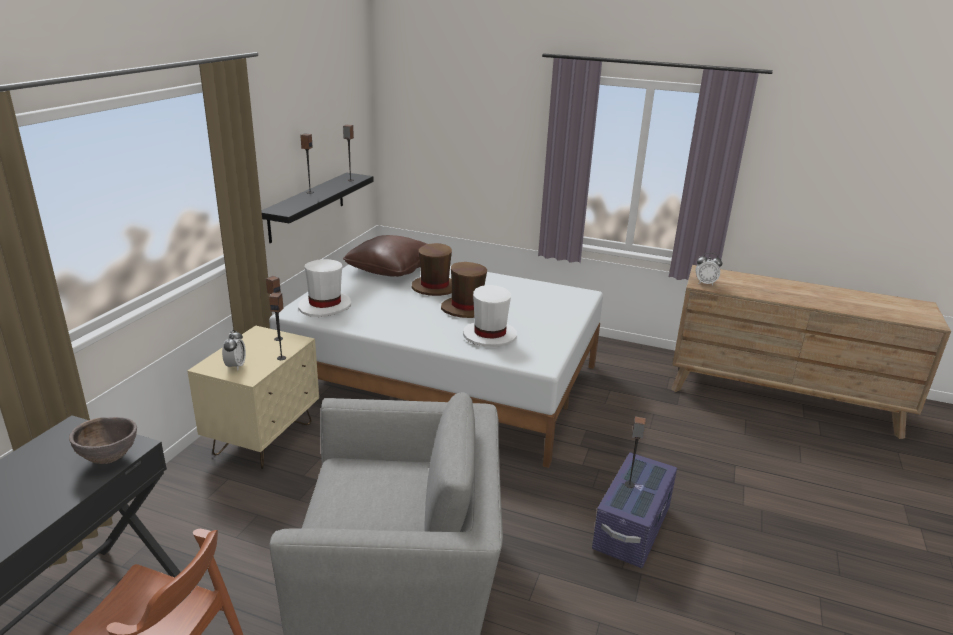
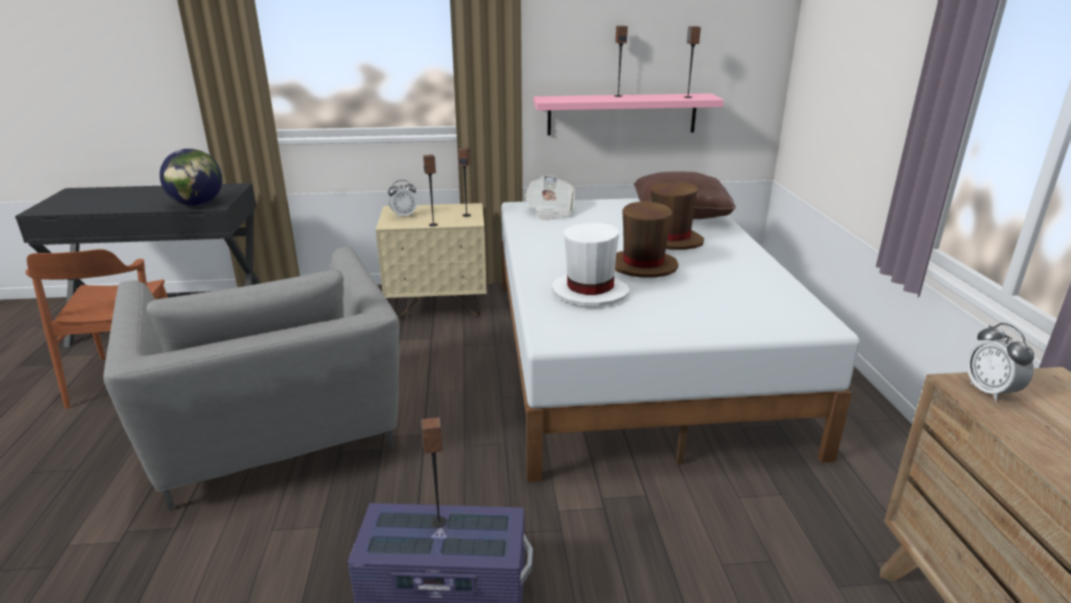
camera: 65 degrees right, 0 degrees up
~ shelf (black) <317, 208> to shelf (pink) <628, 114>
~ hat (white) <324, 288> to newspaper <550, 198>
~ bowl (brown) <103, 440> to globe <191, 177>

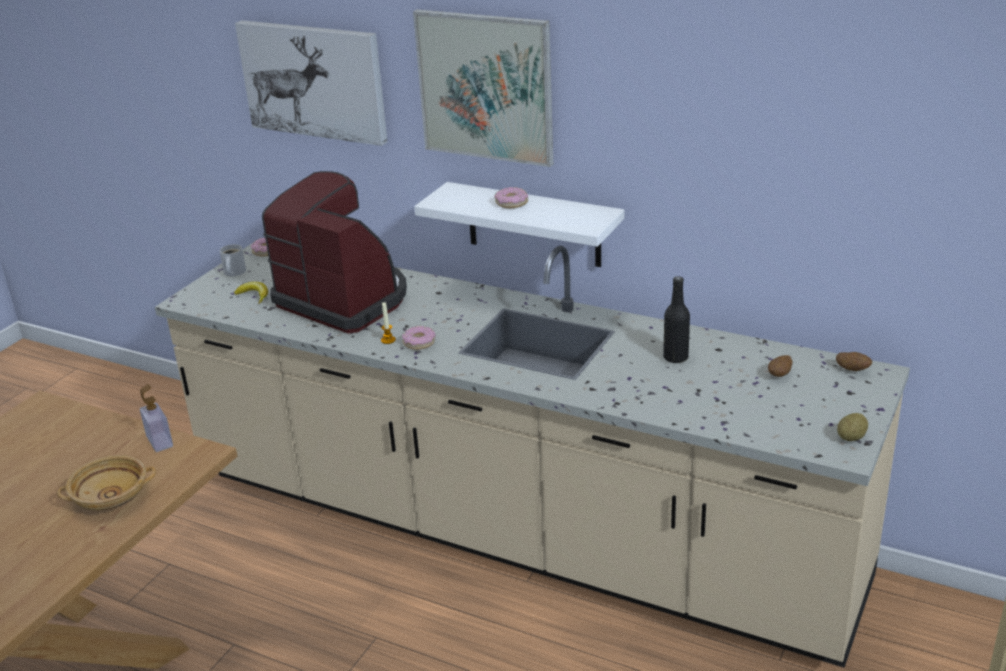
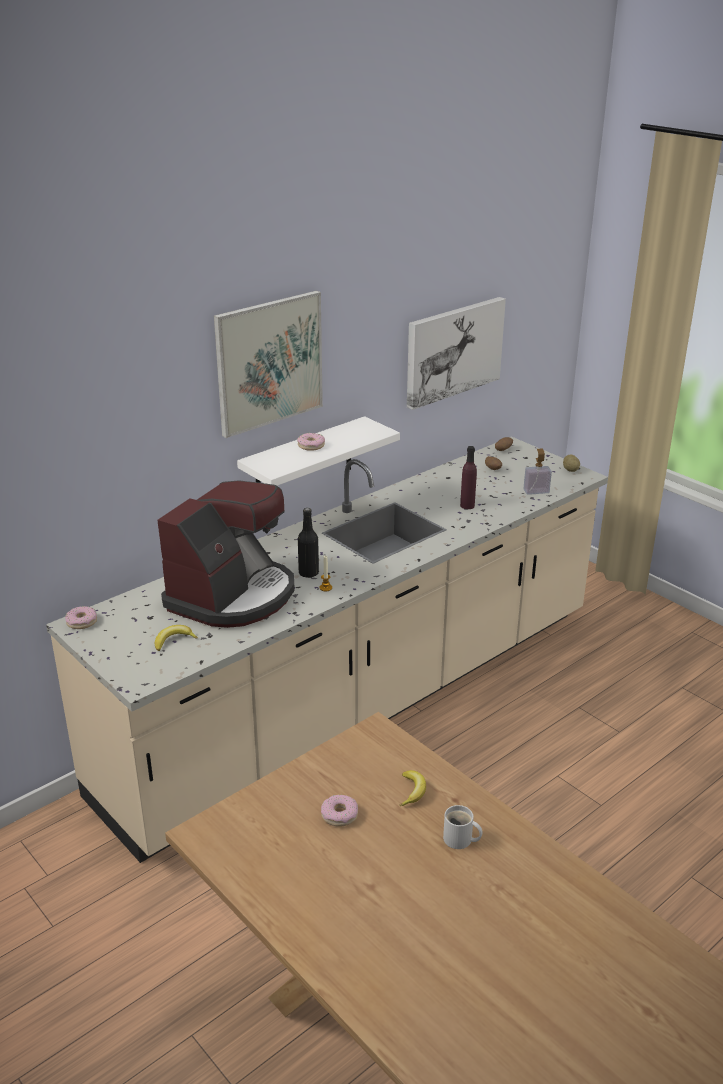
camera: 70 degrees left, 0 degrees up
~ picture <311, 83> to <456, 353>
~ coffee machine <334, 252> = <226, 554> 150 degrees clockwise
~ mug (white) <233, 260> to <462, 827>
~ bottle (black) <676, 319> to <308, 543>
~ donut <419, 338> to <339, 811>
~ soap dispenser <156, 418> to <538, 471>
~ bowl (beige) <106, 483> to banana <412, 788>
+ bottle (purple) <468, 477>

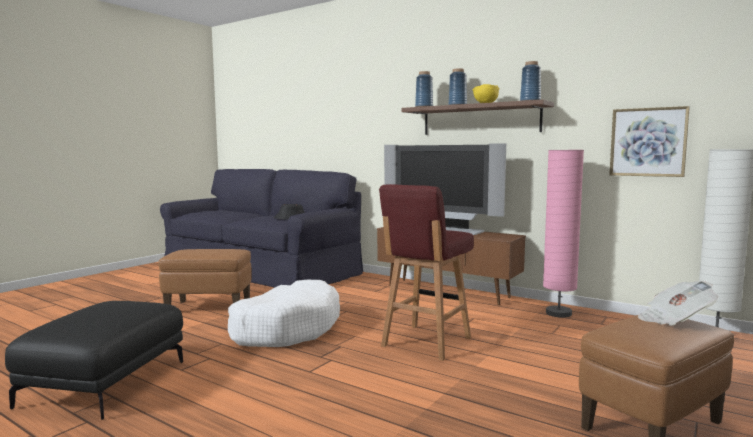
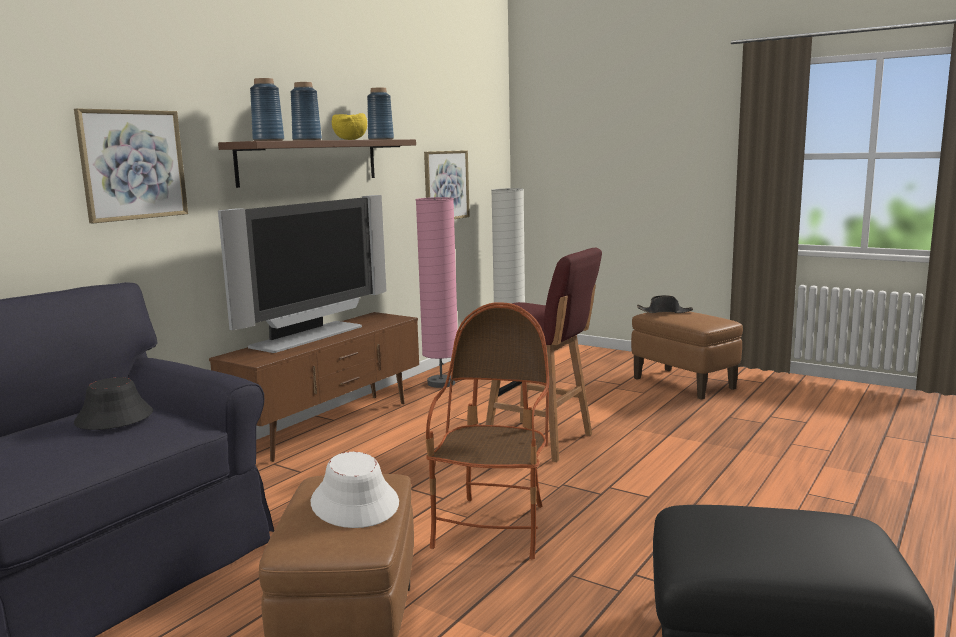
camera: 90 degrees left, 5 degrees up
~ dog bed (white) <284, 313> to armchair <487, 431>
~ newspaper <678, 303> to hat (black) <665, 304>
+ picture <131, 165>
+ hat (white) <355, 490>

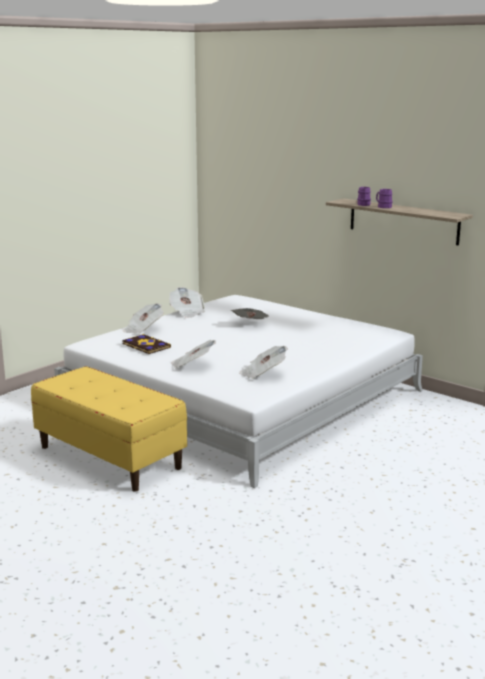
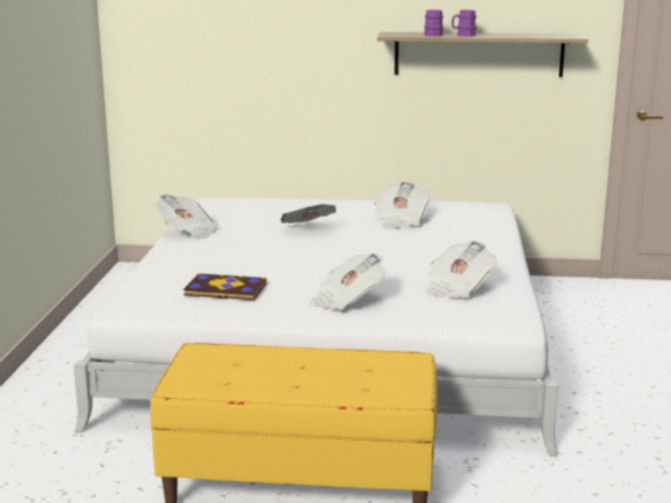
camera: 35 degrees left, 0 degrees up
~ newspaper <143, 318> to <402, 205>

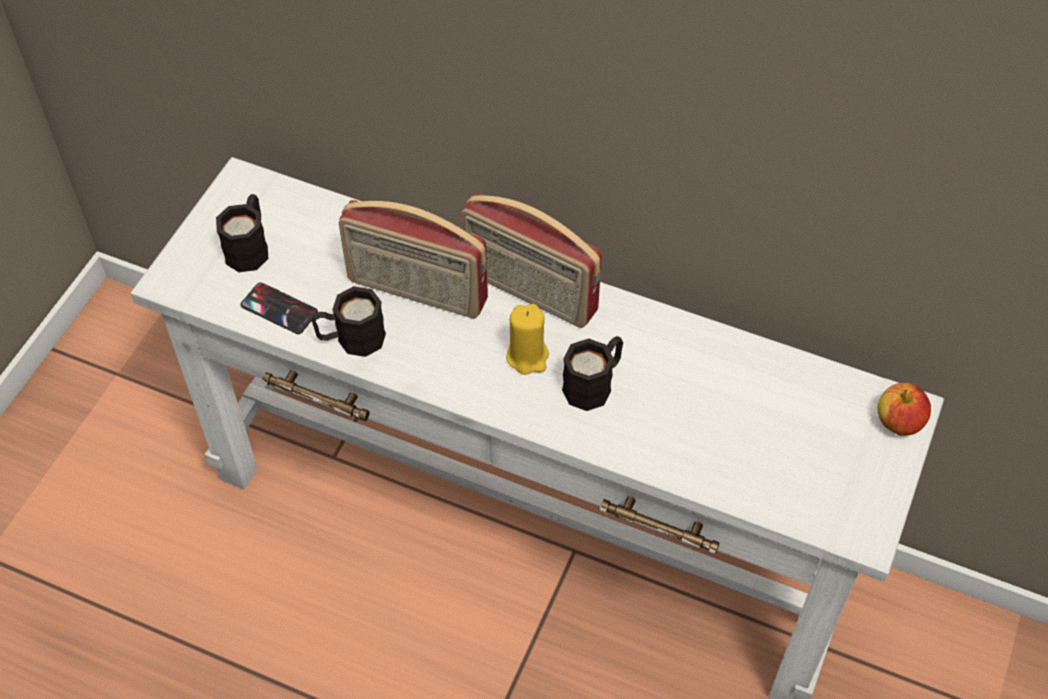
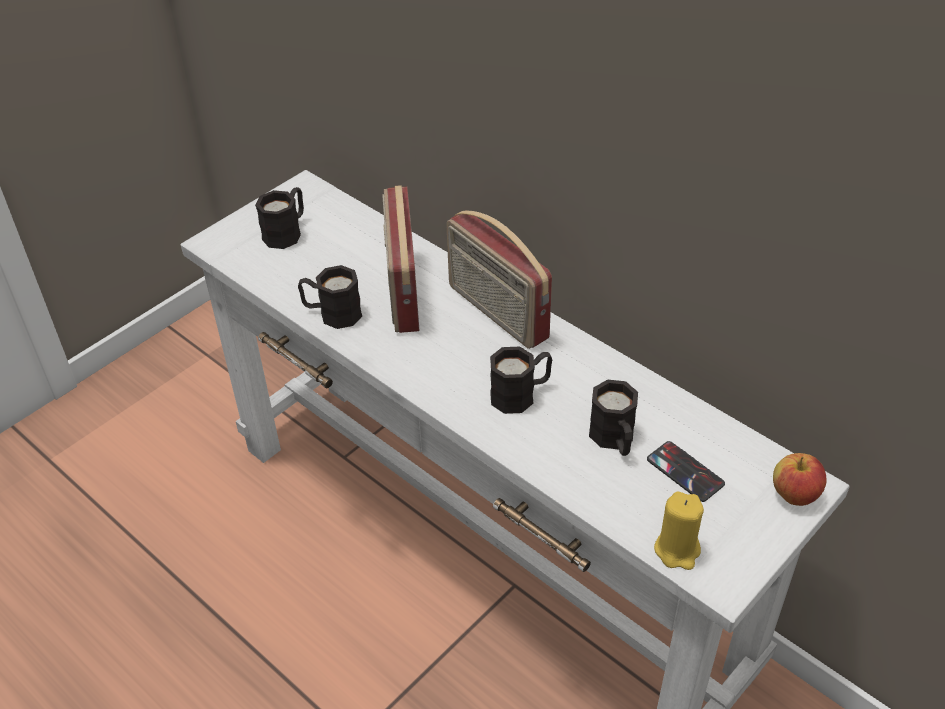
camera: 20 degrees right, 10 degrees down
~ radio <413, 259> = <400, 259> 45 degrees clockwise
~ phone <279, 308> to <686, 471>
~ candle (yellow) <527, 339> to <679, 531>
+ mug (black) <613, 418>

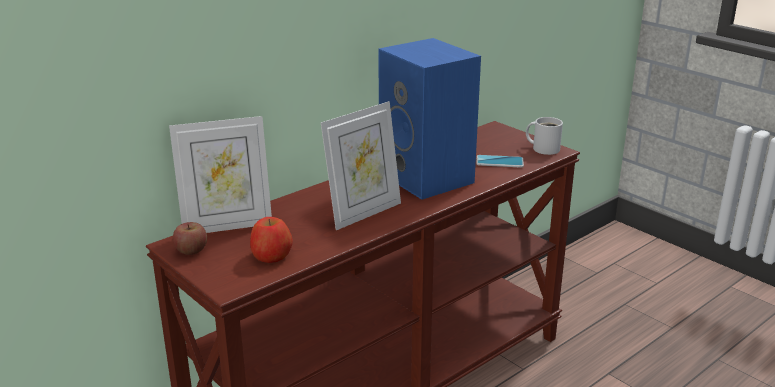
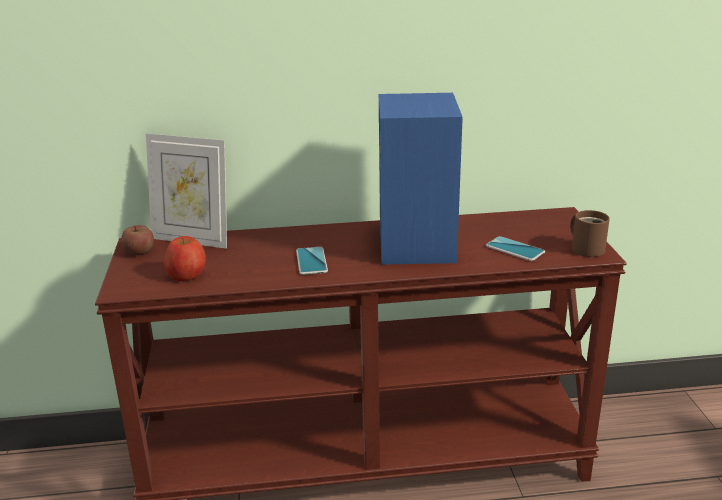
camera: 35 degrees right, 0 degrees up
~ picture frame <361, 165> to phone <312, 261>
~ mug (white) <544, 136> to mug (brown) <590, 233>

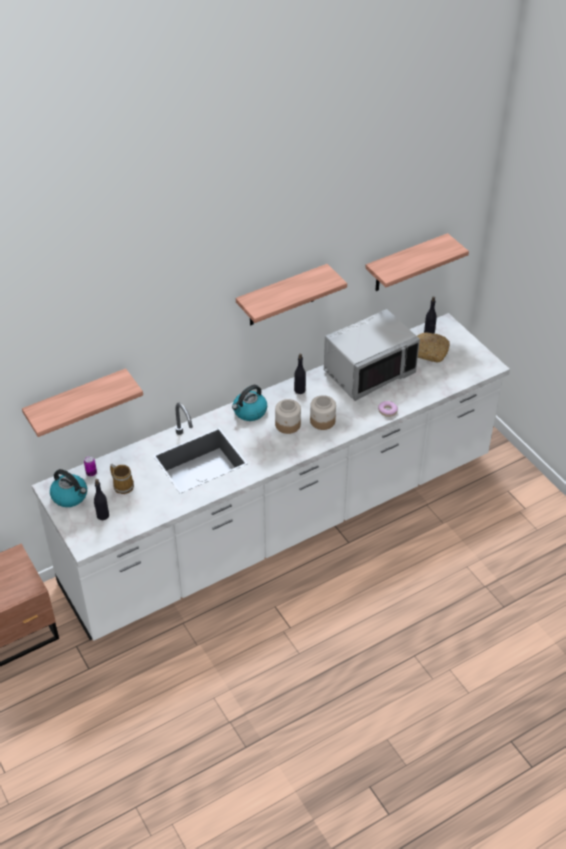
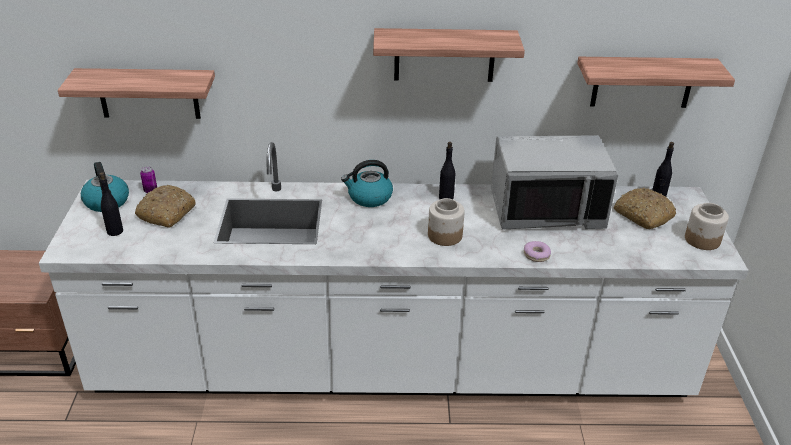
camera: 30 degrees right, 10 degrees down
~ jar <288, 416> to <707, 226>
~ mug <122, 479> to bread <165, 206>

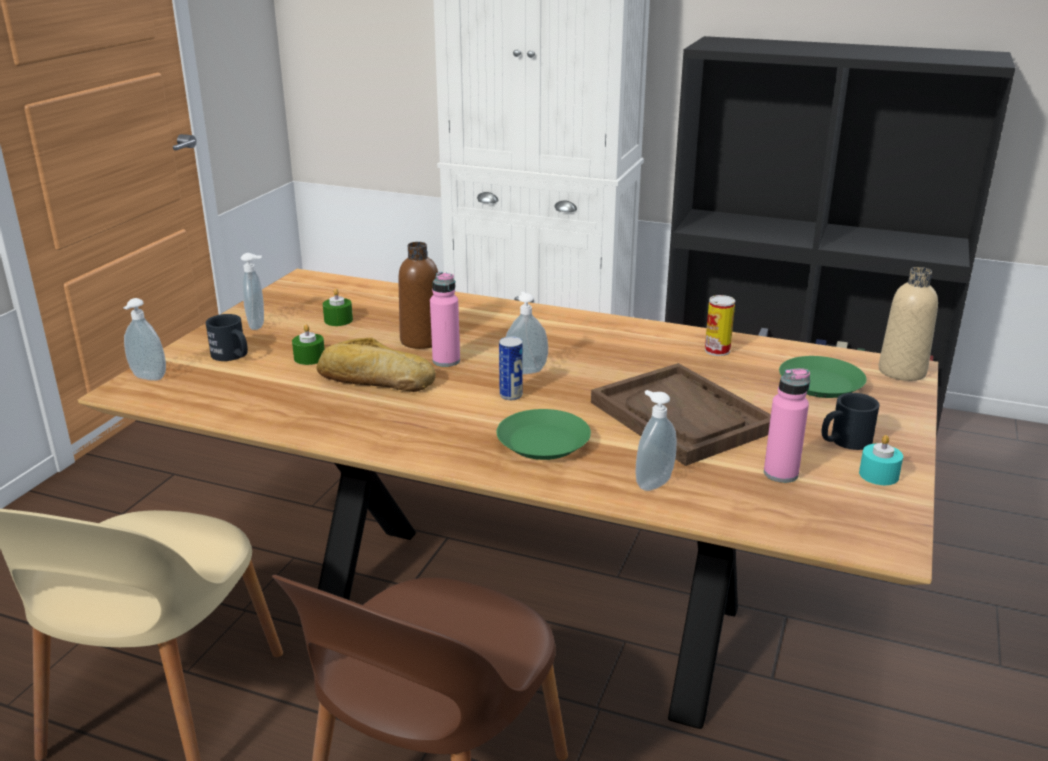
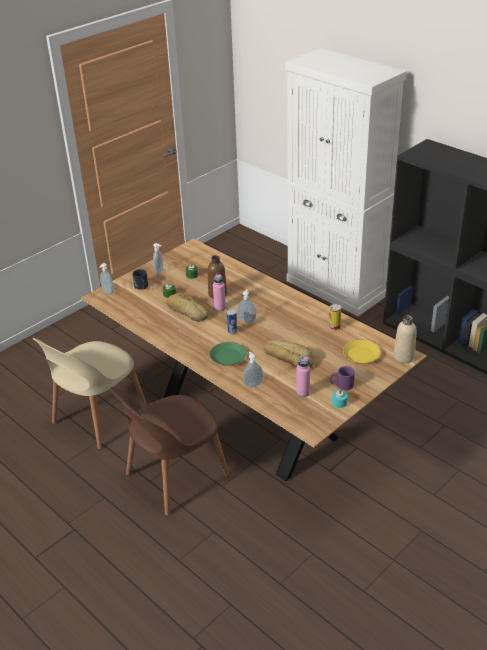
camera: 25 degrees right, 10 degrees up
~ plate (green) <823, 377> to plate (yellow) <361, 352>
~ tray (brown) <681, 414> to bread <289, 353>
~ mug (black) <851, 421> to mug (purple) <342, 378>

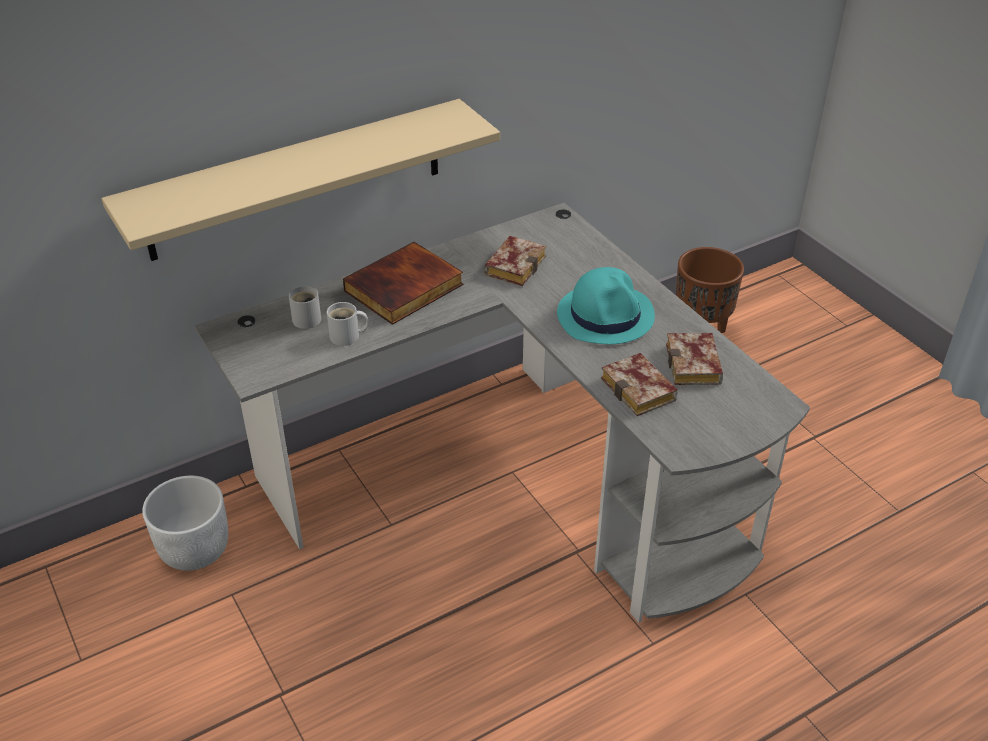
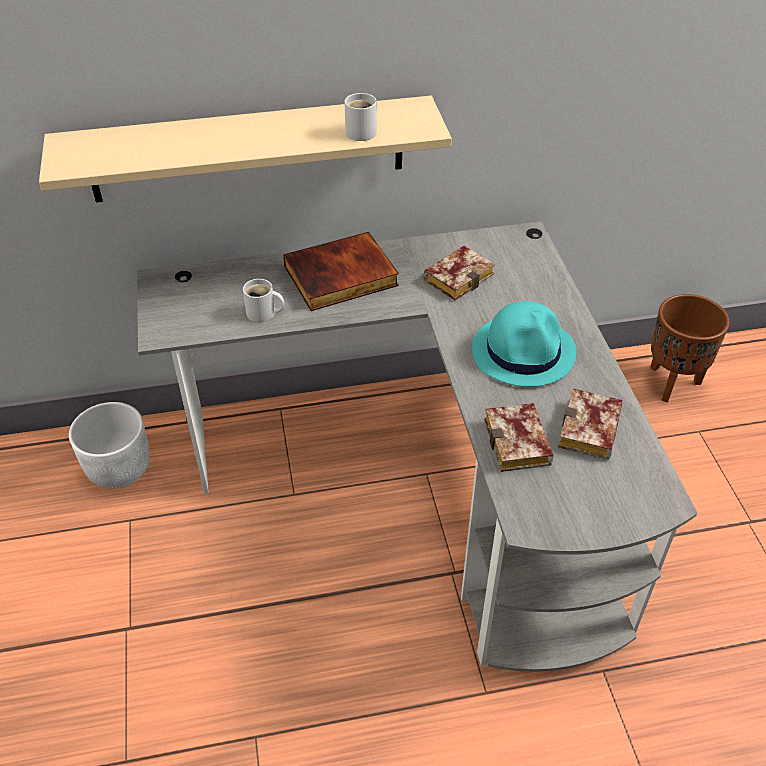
camera: 20 degrees right, 5 degrees up
~ mug (white) <305, 307> to <361, 117>

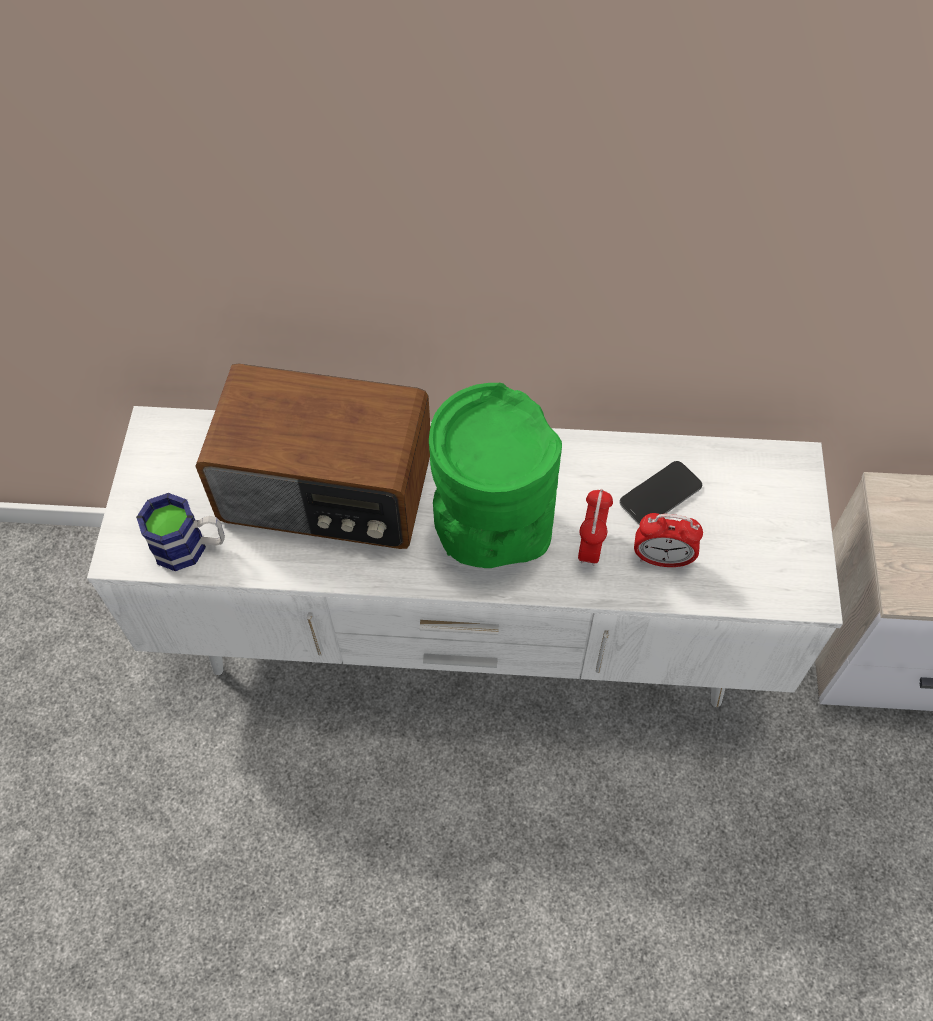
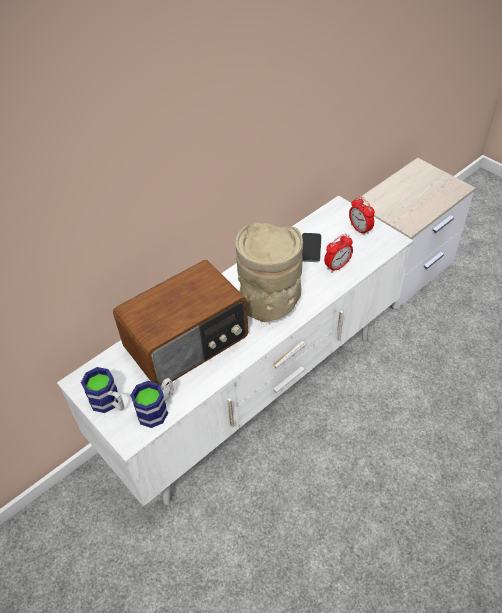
camera: 45 degrees left, 10 degrees down
~ vase (green) <495, 475> to vase (beige) <269, 273>
~ alarm clock <595, 527> to <362, 216>
+ mug <102, 390>

